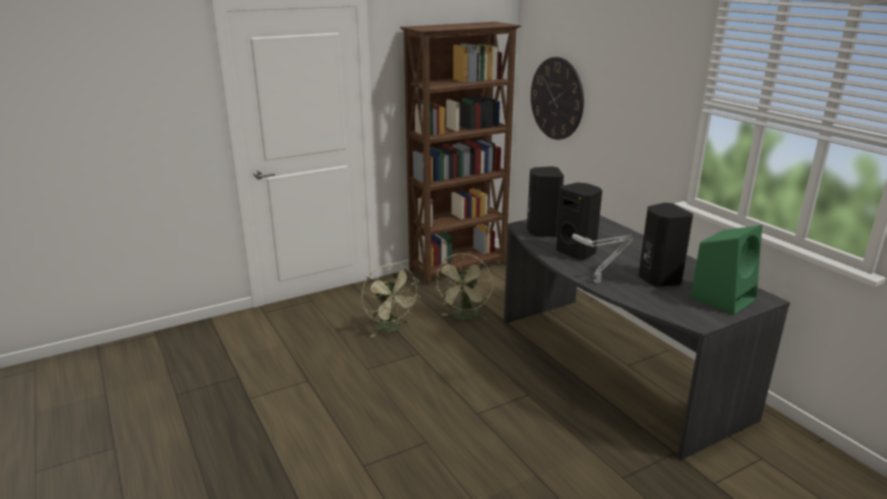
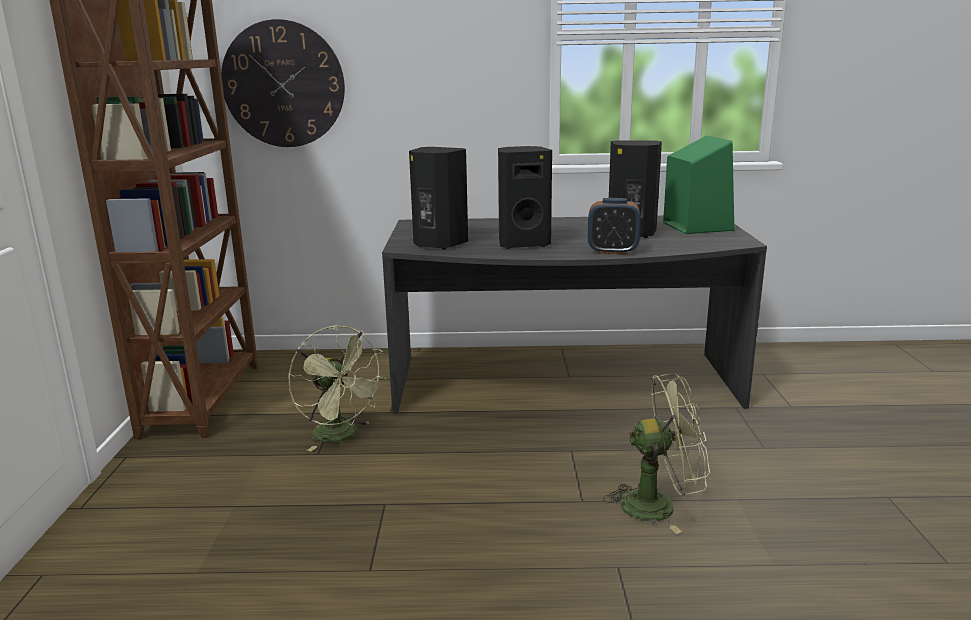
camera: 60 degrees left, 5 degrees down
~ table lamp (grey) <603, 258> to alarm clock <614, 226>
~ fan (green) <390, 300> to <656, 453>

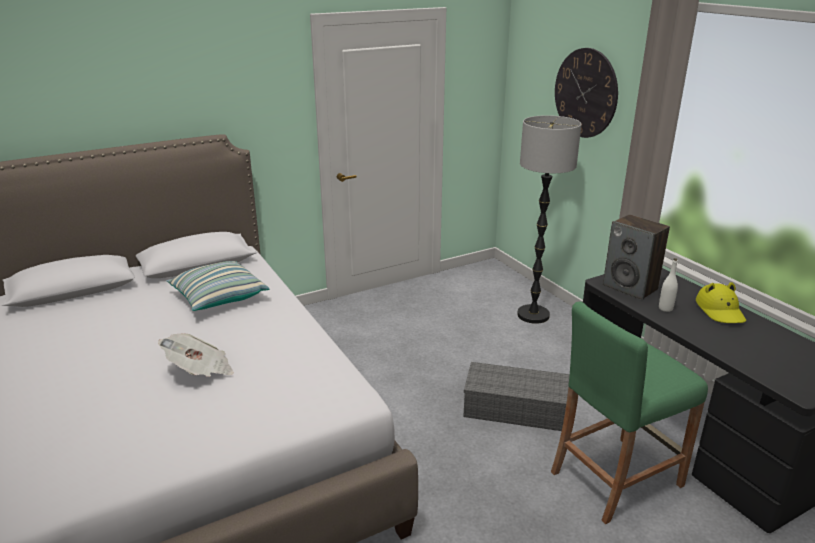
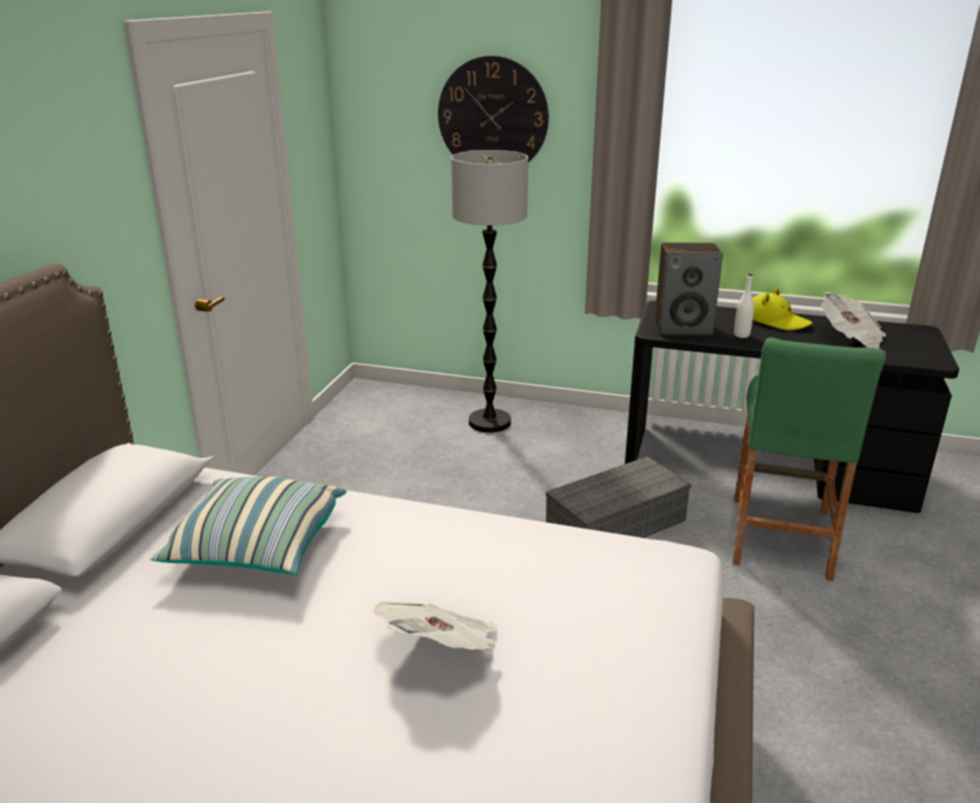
camera: 45 degrees left, 0 degrees up
+ newspaper <853, 320>

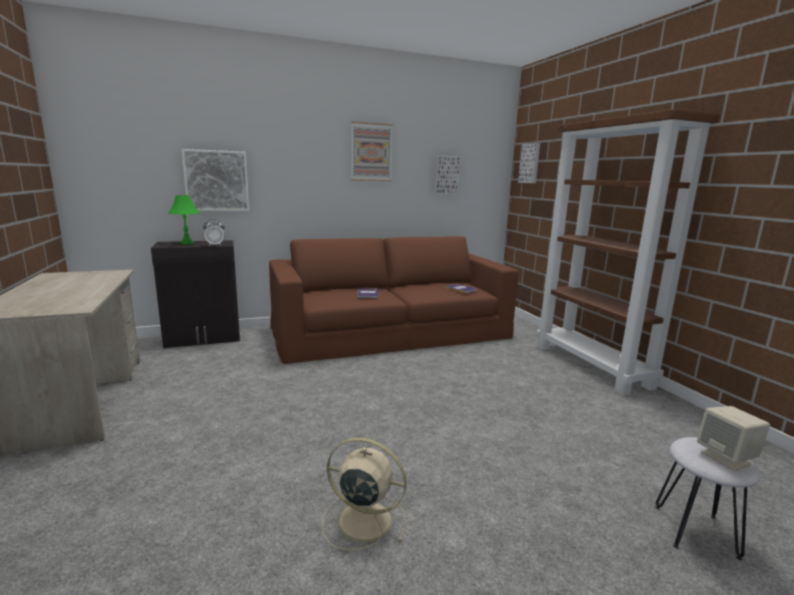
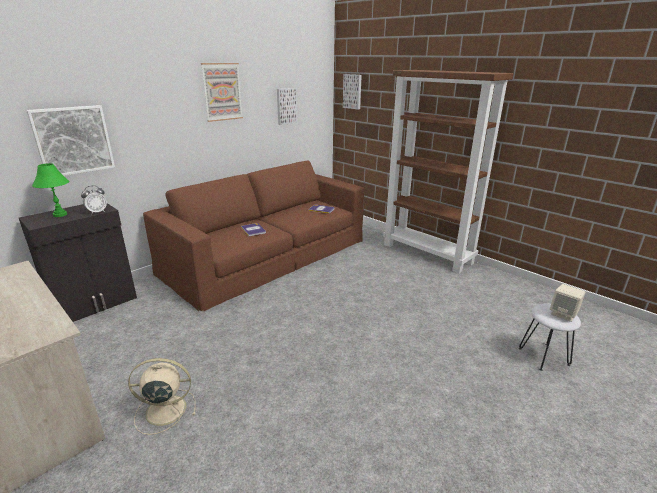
camera: 25 degrees left, 10 degrees up
~ fan (beige) <364, 493> to <161, 396>

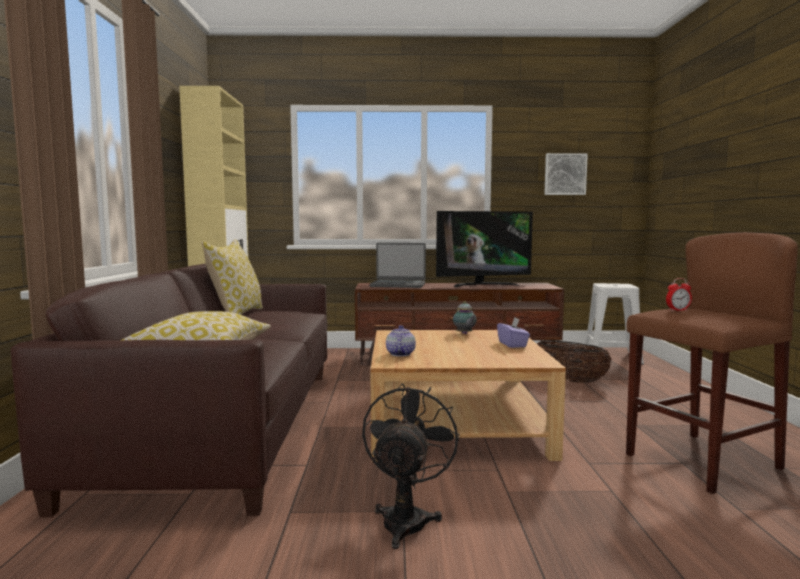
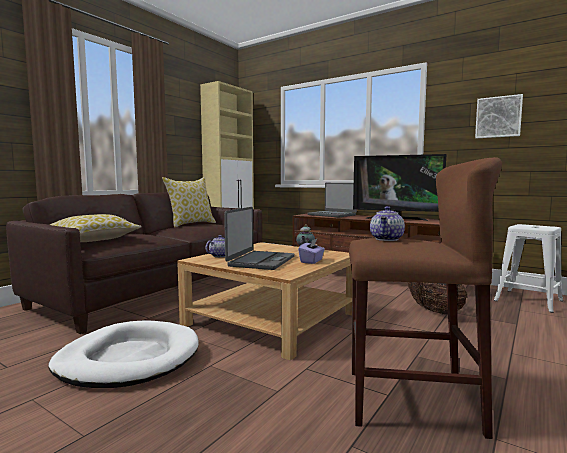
camera: 35 degrees right, 0 degrees up
~ alarm clock <679, 294> to teapot <387, 223>
~ fan (black) <411, 466> to dog bed (white) <123, 354>
+ laptop <259, 238>

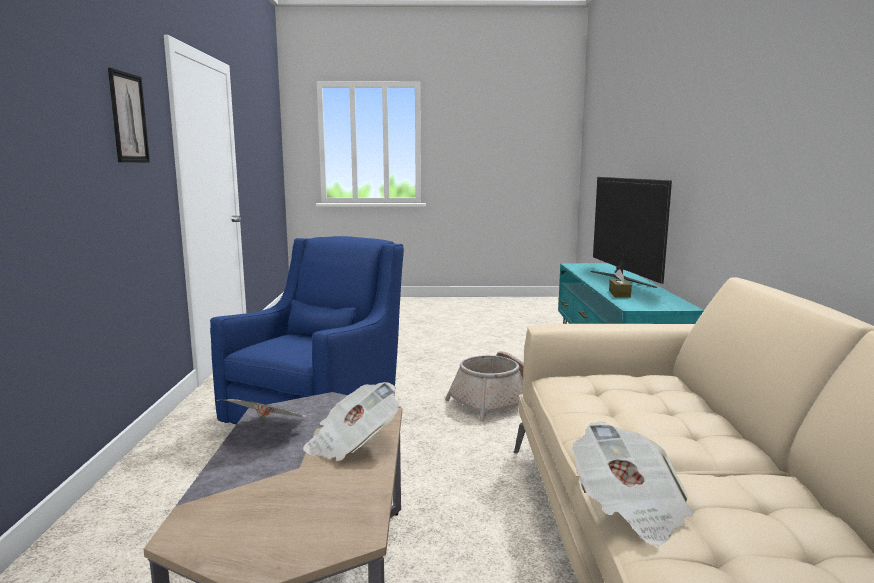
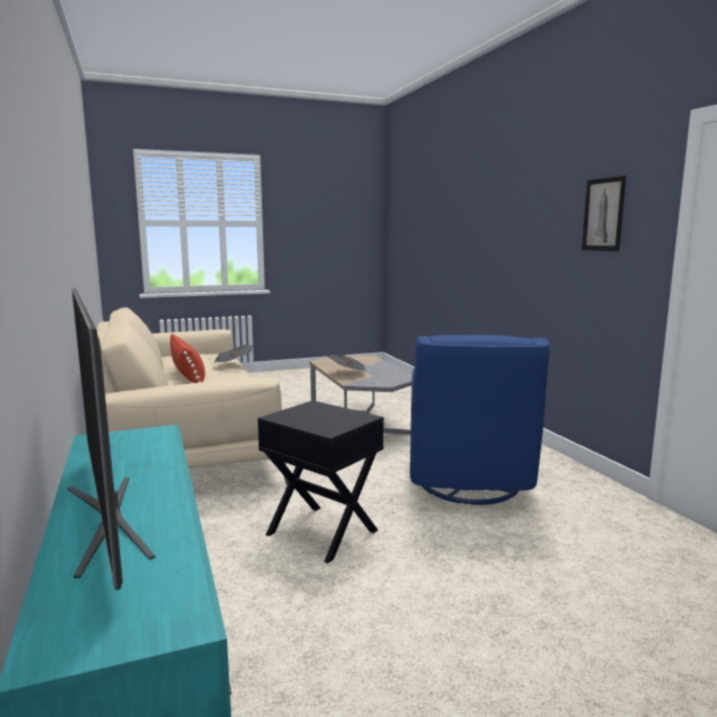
camera: 160 degrees right, 0 degrees up
- tissue box (brown) <620, 283>
~ basket <484, 386> to side table (black) <321, 481>
- newspaper <266, 408>
+ pillow (red) <187, 358>

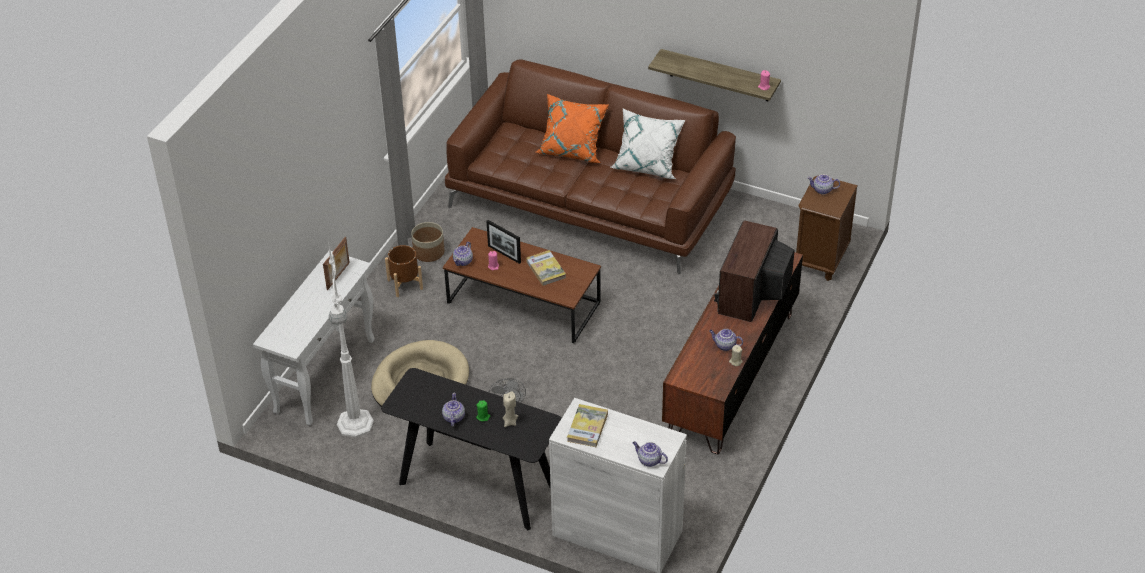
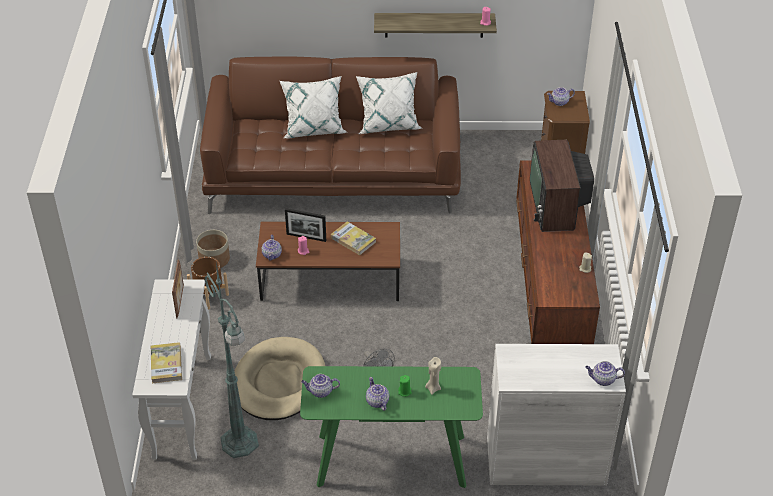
camera: 25 degrees left, 0 degrees up
~ pillow (orange) <573, 128> to pillow (white) <313, 107>
~ floor lamp (white) <351, 339> to floor lamp (green) <231, 360>
~ teapot <726, 340> to <320, 386>
~ console table (black) <471, 449> to console table (green) <391, 427>
~ book <587, 425> to <166, 362>

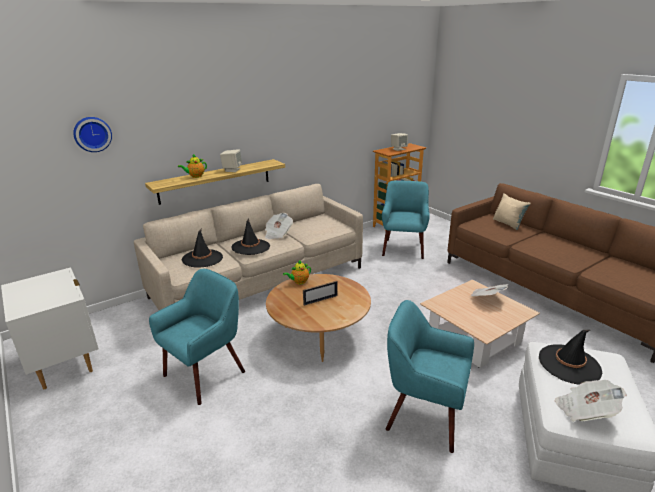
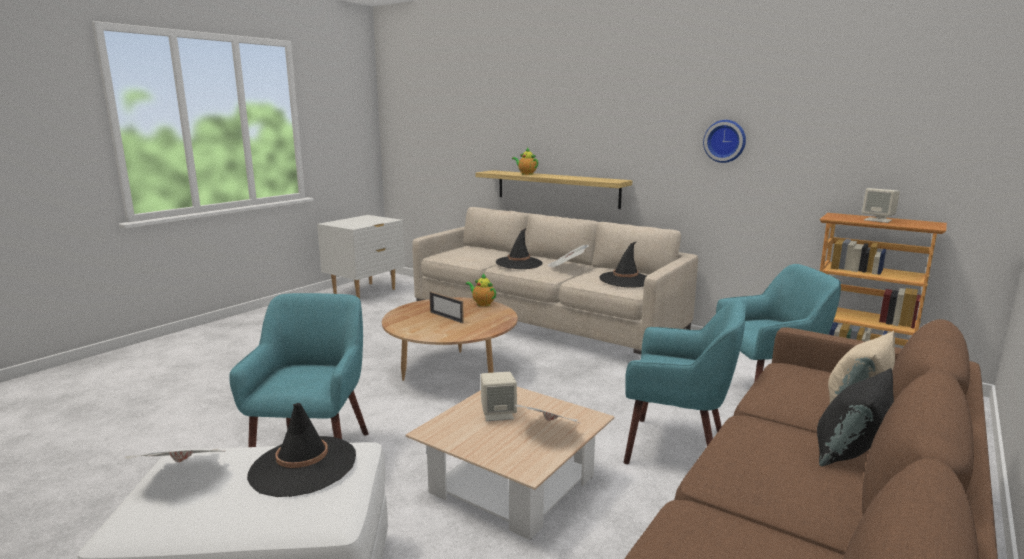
camera: 70 degrees right, 10 degrees down
~ wall clock <92, 134> to <724, 141>
~ speaker (beige) <231, 160> to <499, 396>
~ hat (black) <202, 248> to <623, 265>
~ armchair (turquoise) <197, 337> to <685, 381>
+ pillow (black) <855, 417>

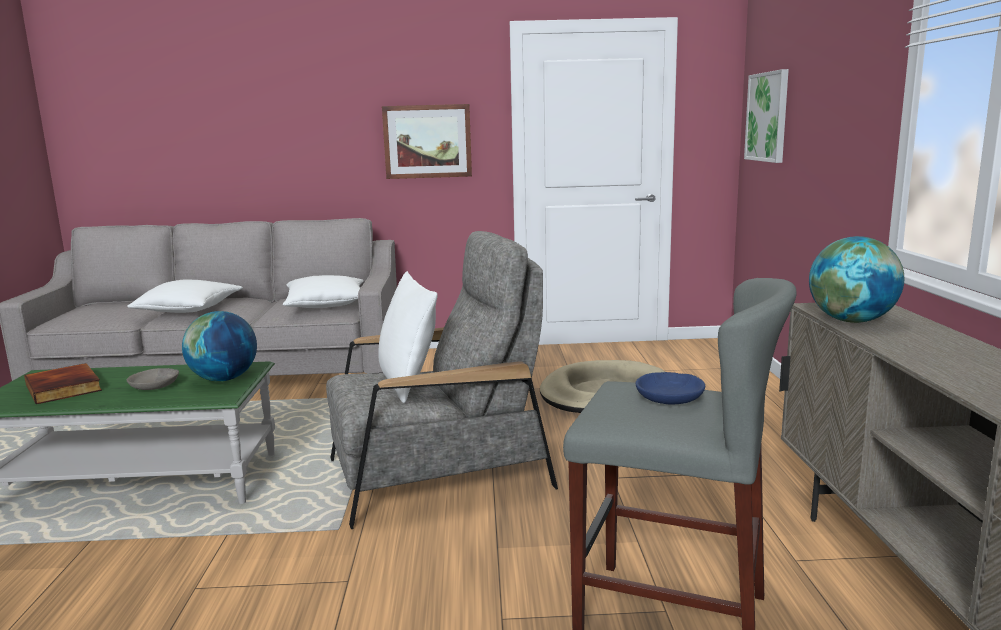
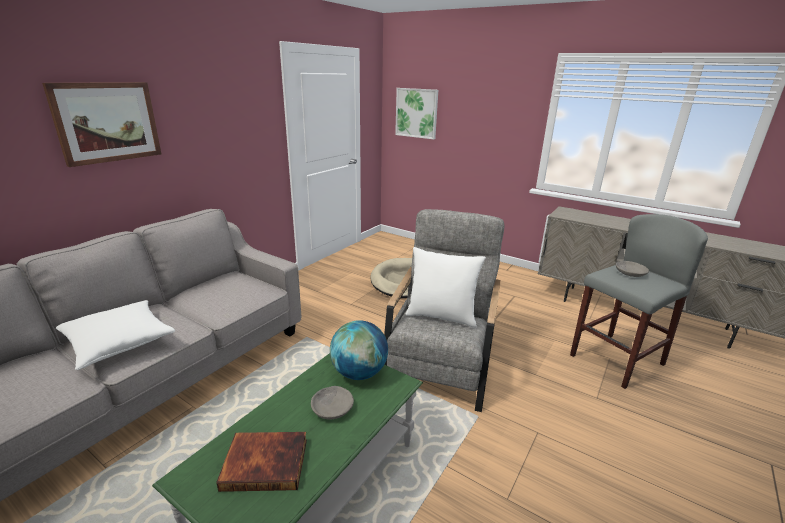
camera: 55 degrees left, 10 degrees up
~ picture <427, 141> to <101, 124>
- globe <856, 279>
- pillow (white) <323, 291>
~ bowl (blue) <670, 388> to bowl (grey) <632, 269>

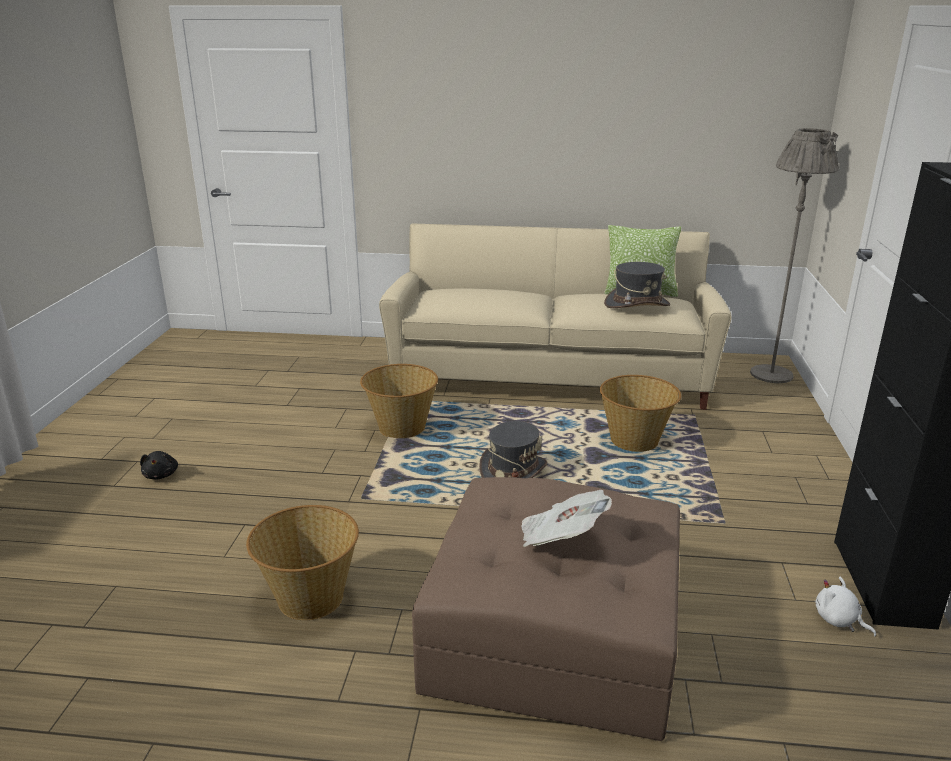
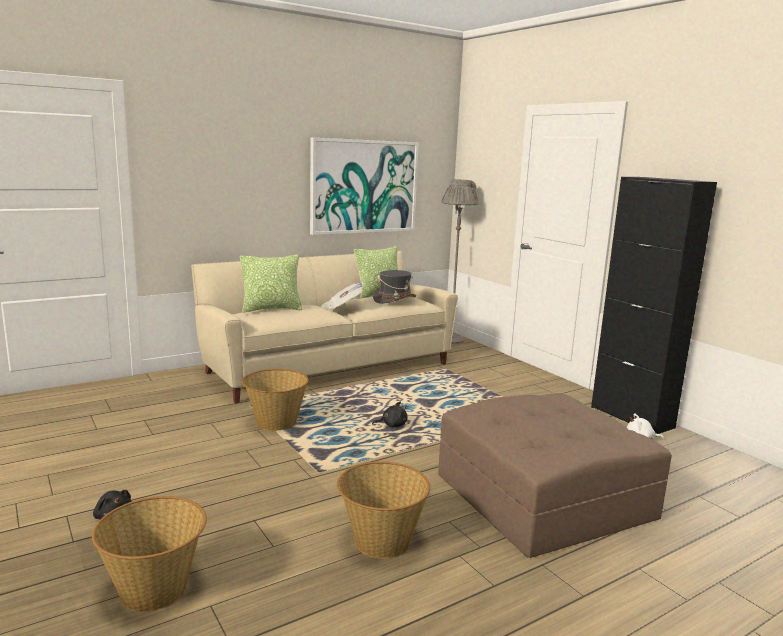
camera: 40 degrees left, 10 degrees down
~ basket <640, 413> to <149, 554>
~ hat (grey) <513, 449> to plush toy (black) <389, 414>
~ newspaper <567, 518> to <342, 296>
+ picture <364, 186>
+ pillow <271, 284>

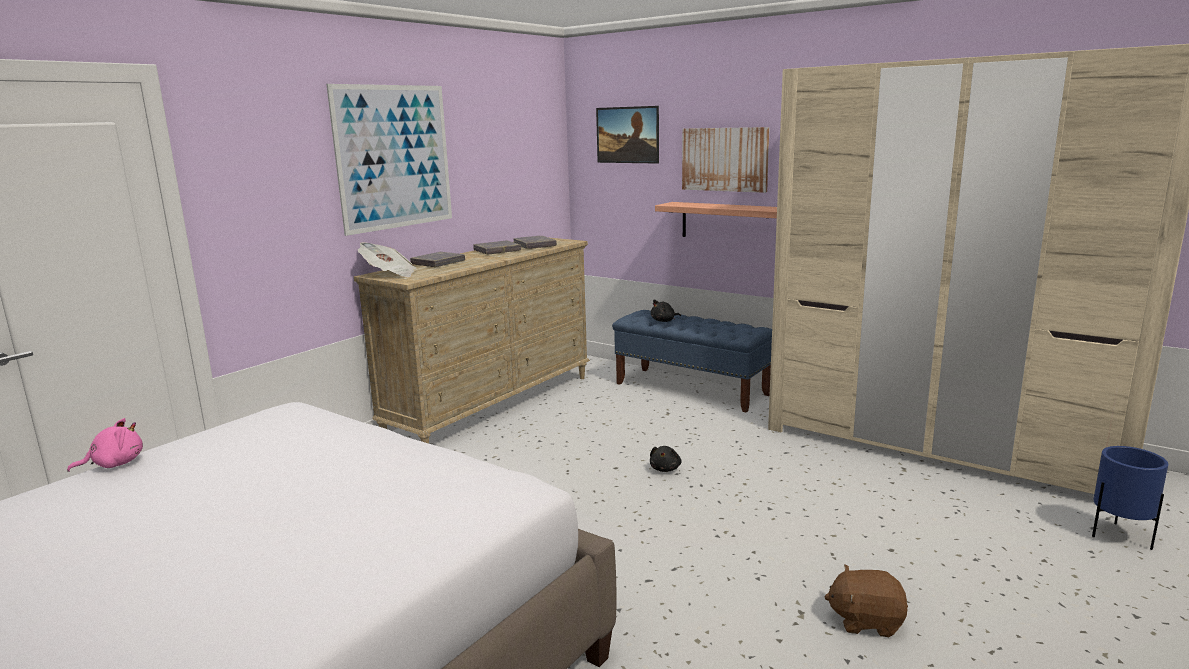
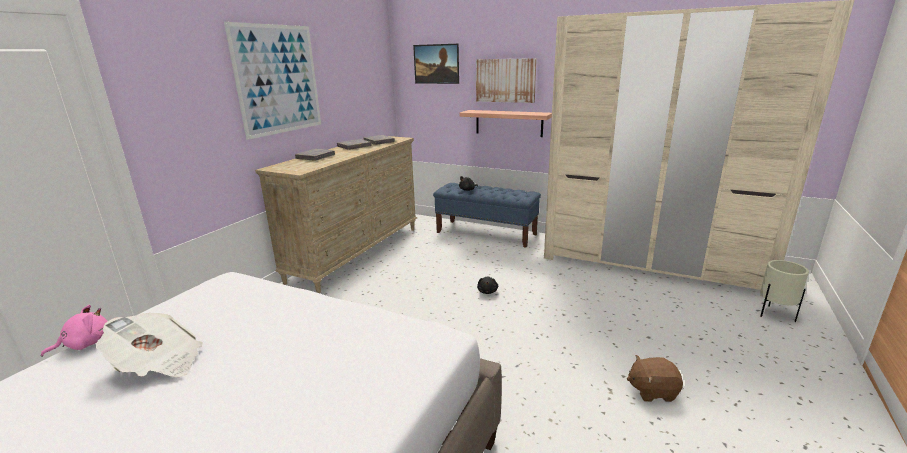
camera: 10 degrees left, 5 degrees up
~ newspaper <387, 259> to <149, 345>
~ planter (blue) <1130, 498> to planter (beige) <784, 291>

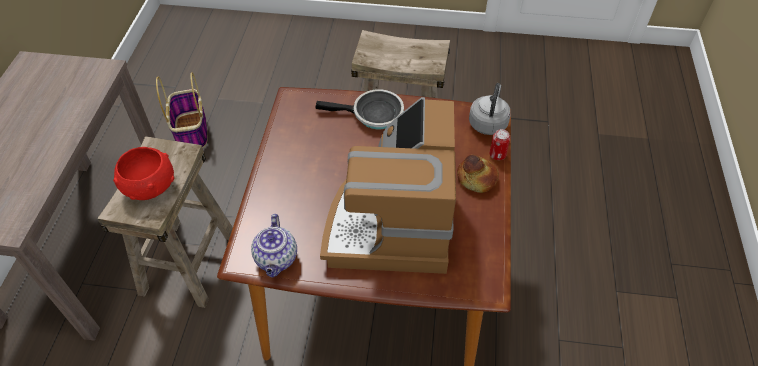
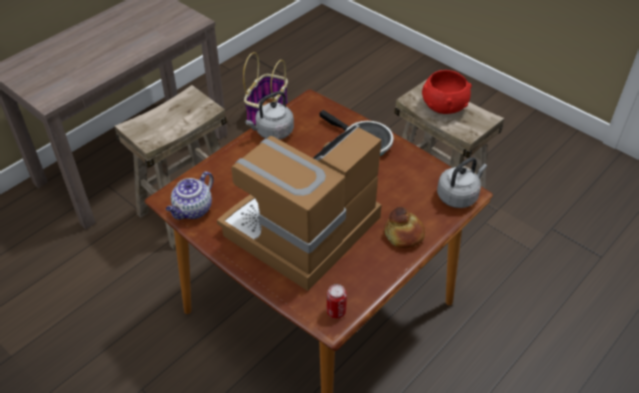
camera: 35 degrees right, 5 degrees down
~ can <499, 144> to <337, 301>
~ bowl (red) <143, 173> to <447, 92>
+ kettle (grey) <269, 115>

